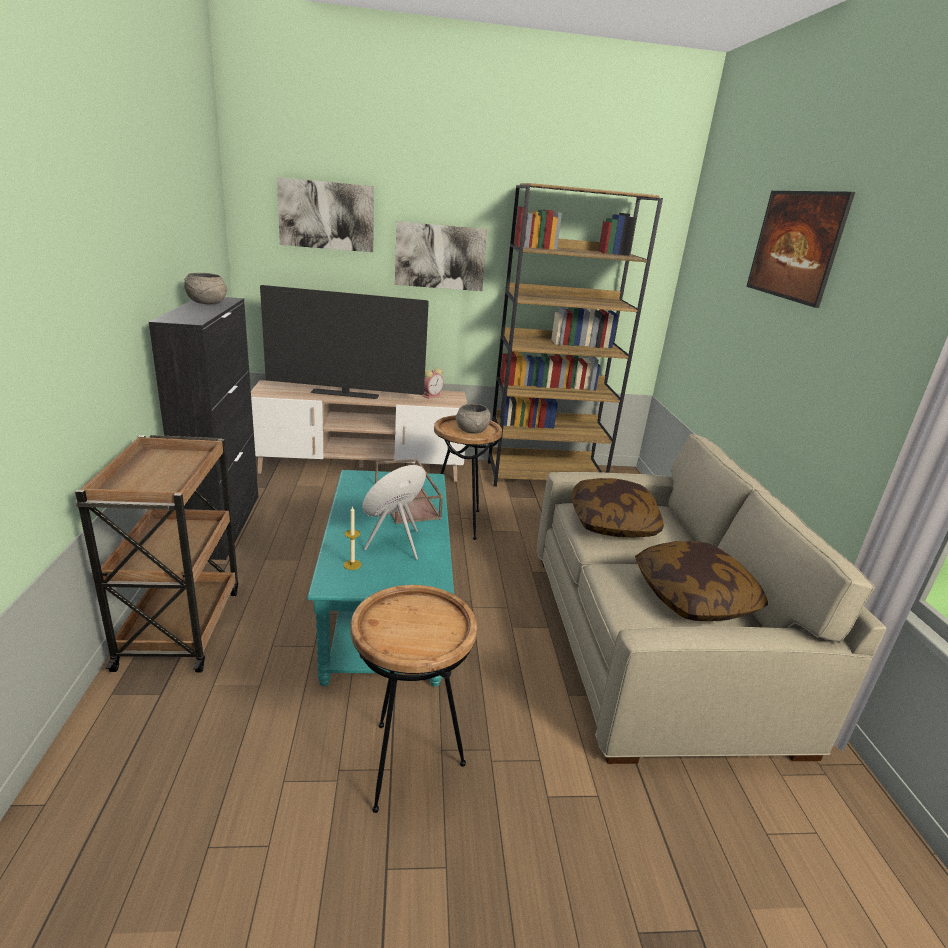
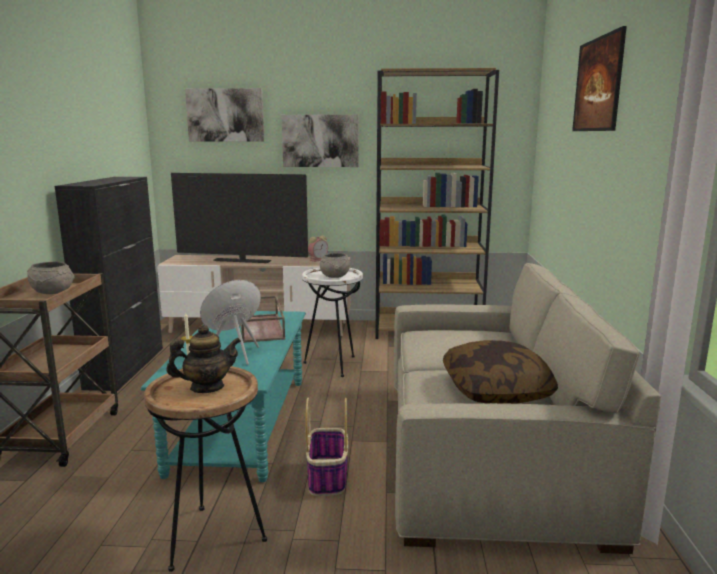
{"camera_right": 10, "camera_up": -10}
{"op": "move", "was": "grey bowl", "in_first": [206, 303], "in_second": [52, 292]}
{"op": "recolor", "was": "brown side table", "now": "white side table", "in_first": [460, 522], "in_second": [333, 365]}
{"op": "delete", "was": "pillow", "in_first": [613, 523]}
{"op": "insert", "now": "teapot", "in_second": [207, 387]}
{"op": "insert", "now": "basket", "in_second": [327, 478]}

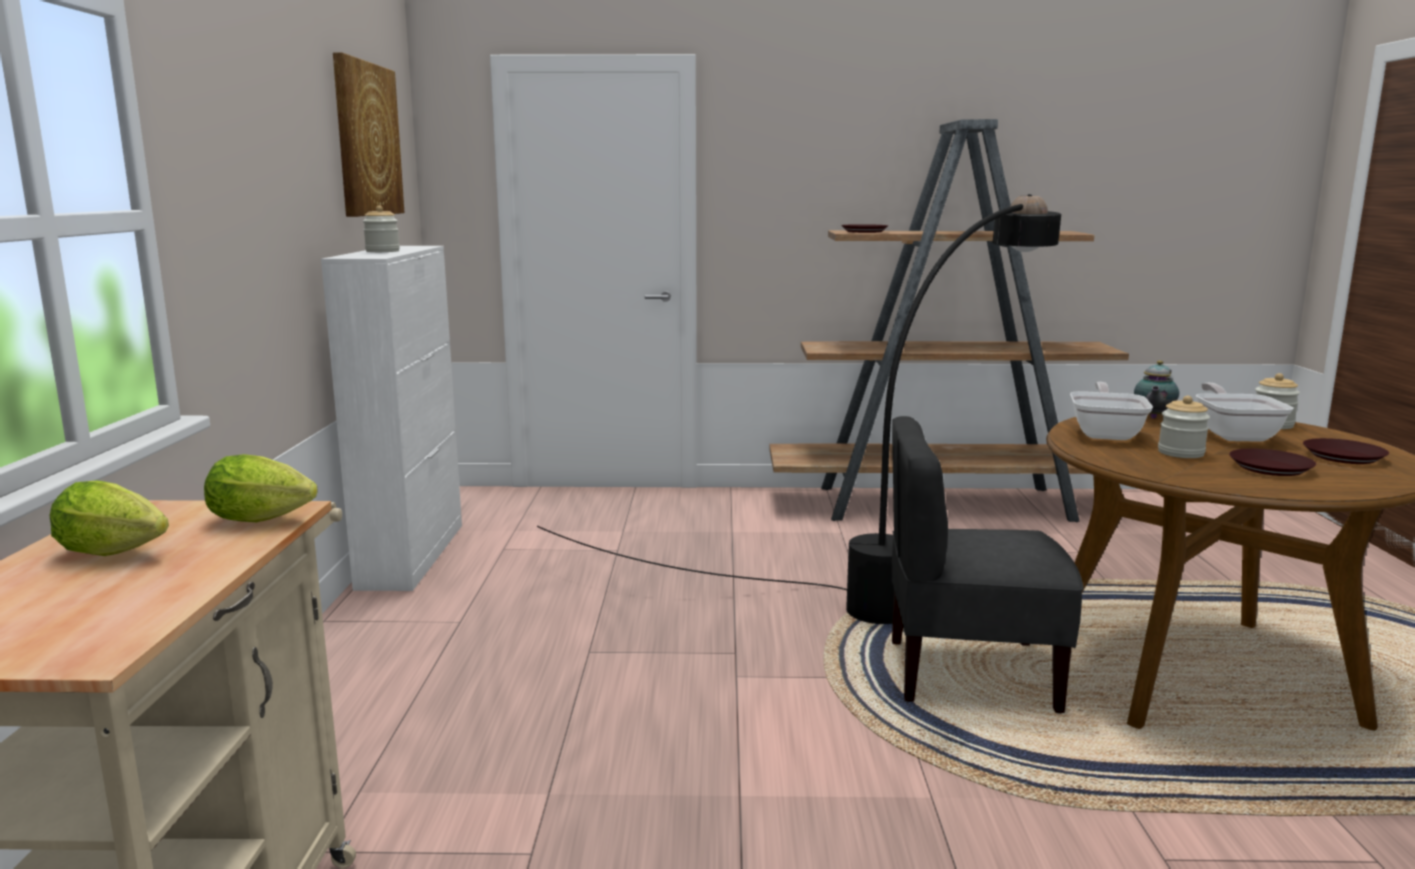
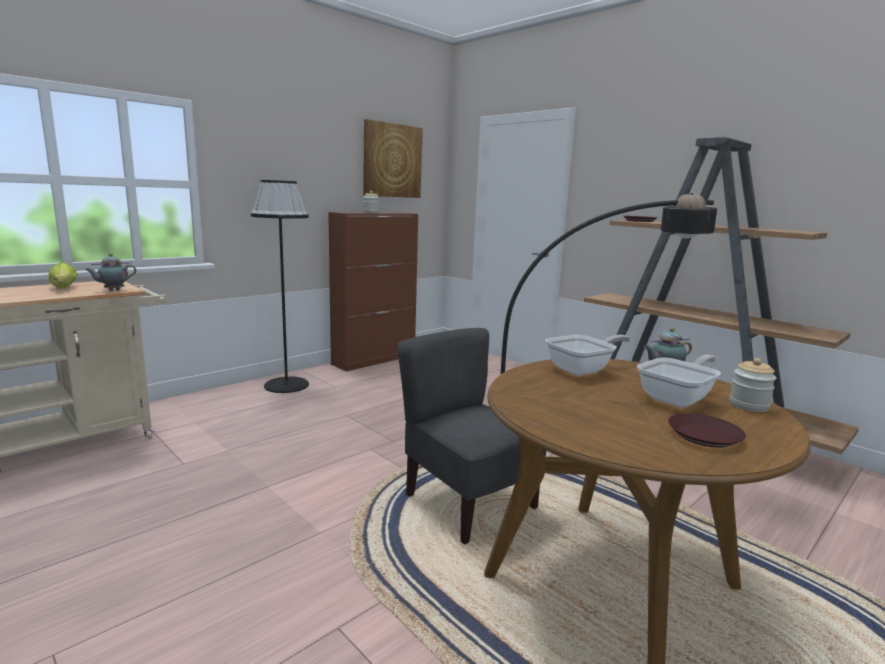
{"camera_right": 45, "camera_up": 0}
{"op": "replace", "was": "lettuce", "now": "teapot", "in_first": [267, 520], "in_second": [113, 290]}
{"op": "recolor", "was": "white cabinet", "now": "brown cabinet", "in_first": [412, 555], "in_second": [374, 359]}
{"op": "delete", "was": "jar", "in_first": [1180, 453]}
{"op": "delete", "was": "brown plate", "in_first": [1269, 468]}
{"op": "insert", "now": "black floor lamp", "in_second": [286, 385]}

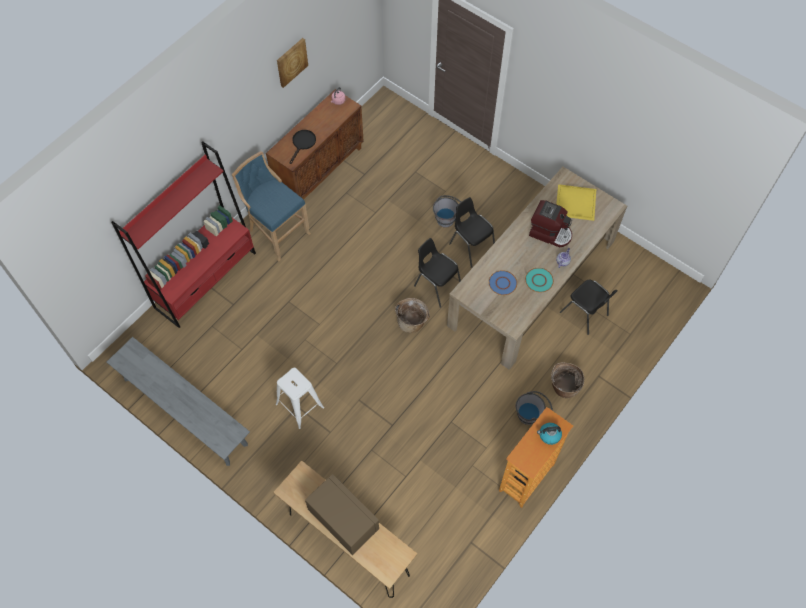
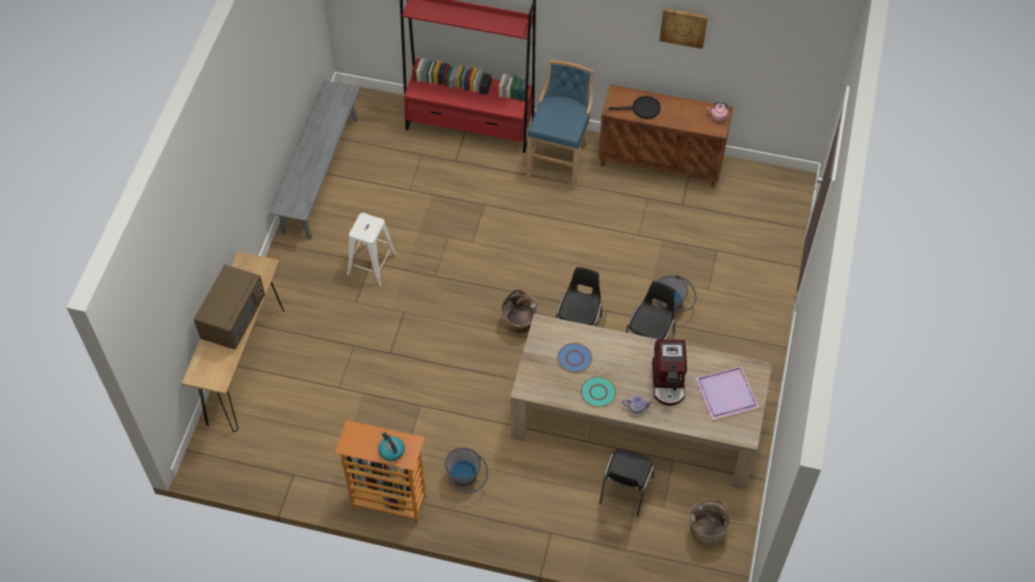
{"camera_right": 65, "camera_up": -5}
{"op": "move", "was": "basket", "in_first": [563, 387], "in_second": [706, 530]}
{"op": "recolor", "was": "yellow tray", "now": "purple tray", "in_first": [576, 204], "in_second": [726, 395]}

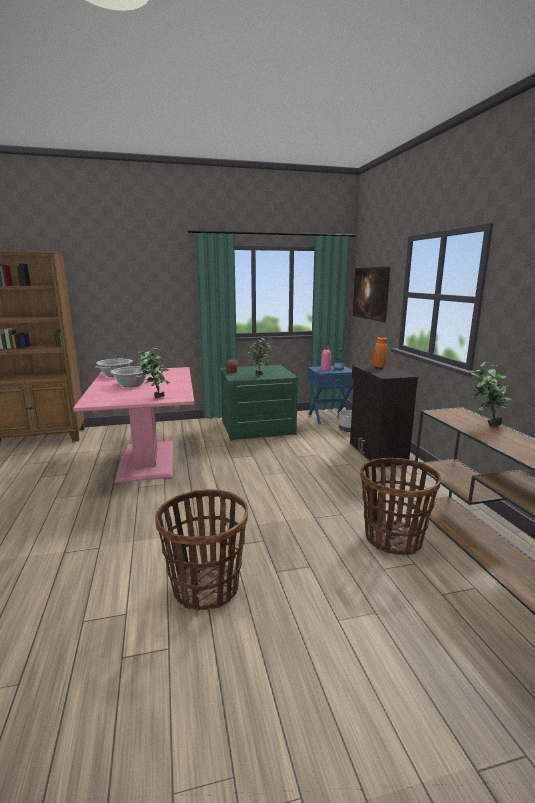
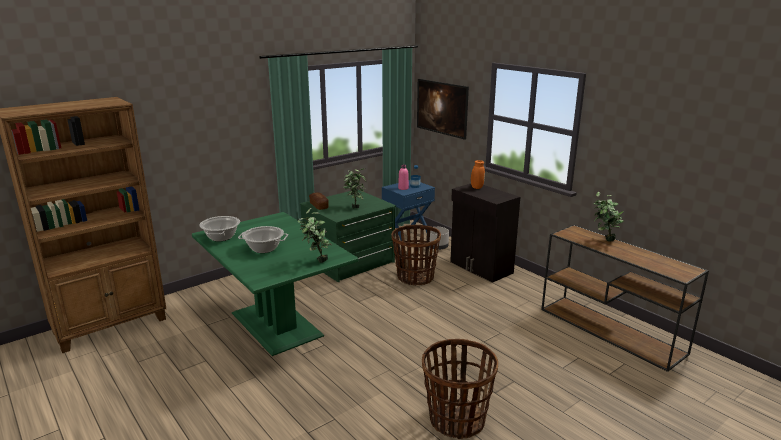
{"camera_right": -25, "camera_up": 5}
{"op": "recolor", "was": "pink dining table", "now": "green dining table", "in_first": [148, 460], "in_second": [277, 323]}
{"op": "move", "was": "basket", "in_first": [392, 539], "in_second": [415, 277]}

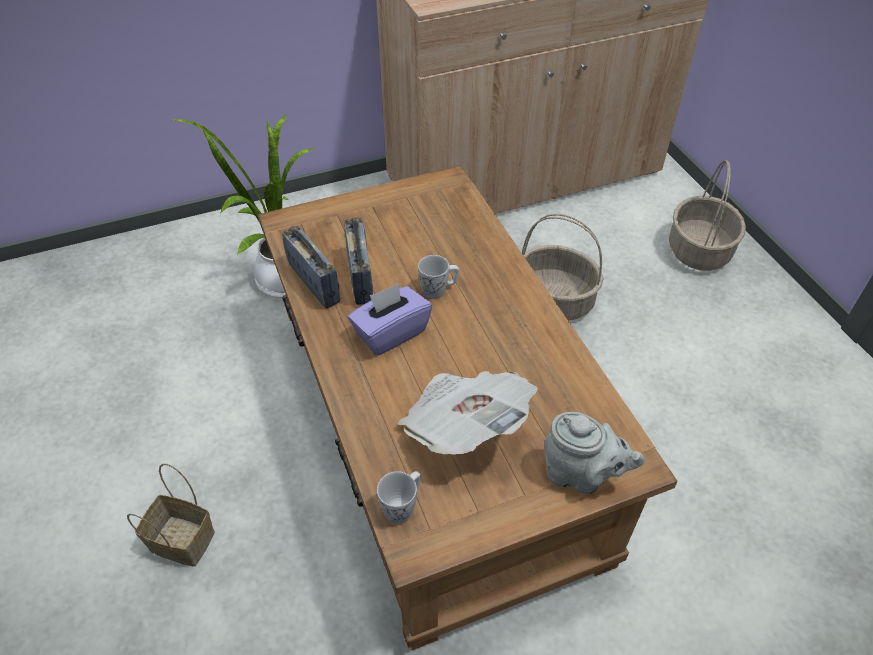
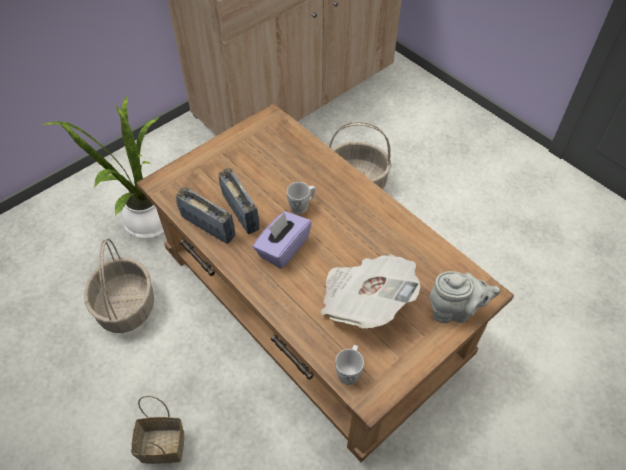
{"camera_right": -20, "camera_up": 5}
{"op": "move", "was": "basket", "in_first": [698, 250], "in_second": [126, 306]}

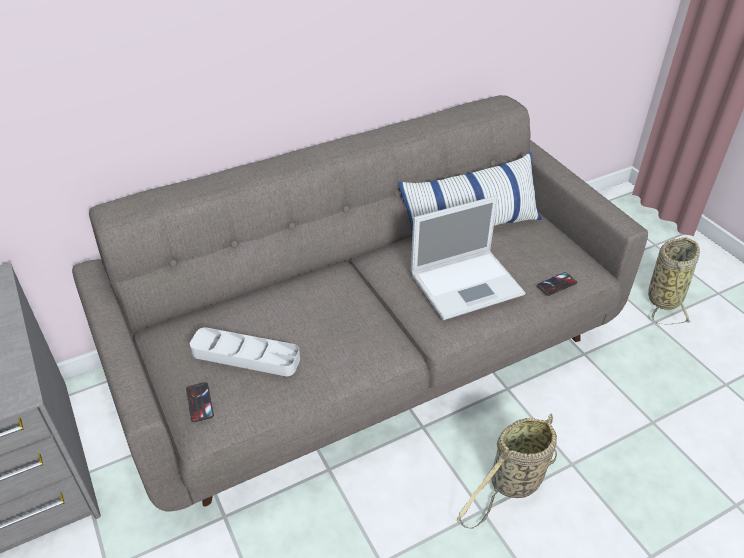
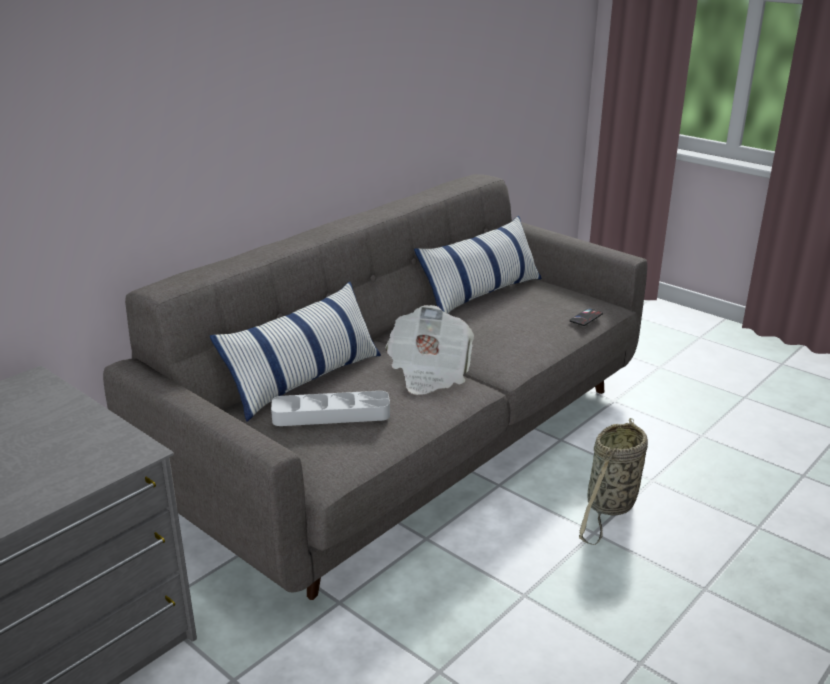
{"camera_right": -20, "camera_up": -15}
{"op": "delete", "was": "phone", "in_first": [199, 402]}
{"op": "delete", "was": "laptop", "in_first": [468, 283]}
{"op": "delete", "was": "basket", "in_first": [664, 297]}
{"op": "insert", "now": "pillow", "in_second": [304, 380]}
{"op": "insert", "now": "newspaper", "in_second": [429, 372]}

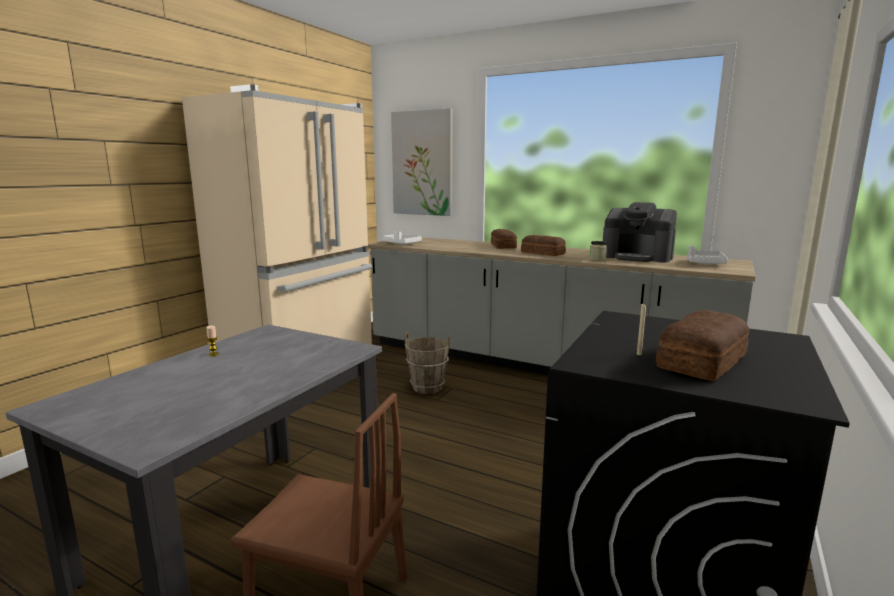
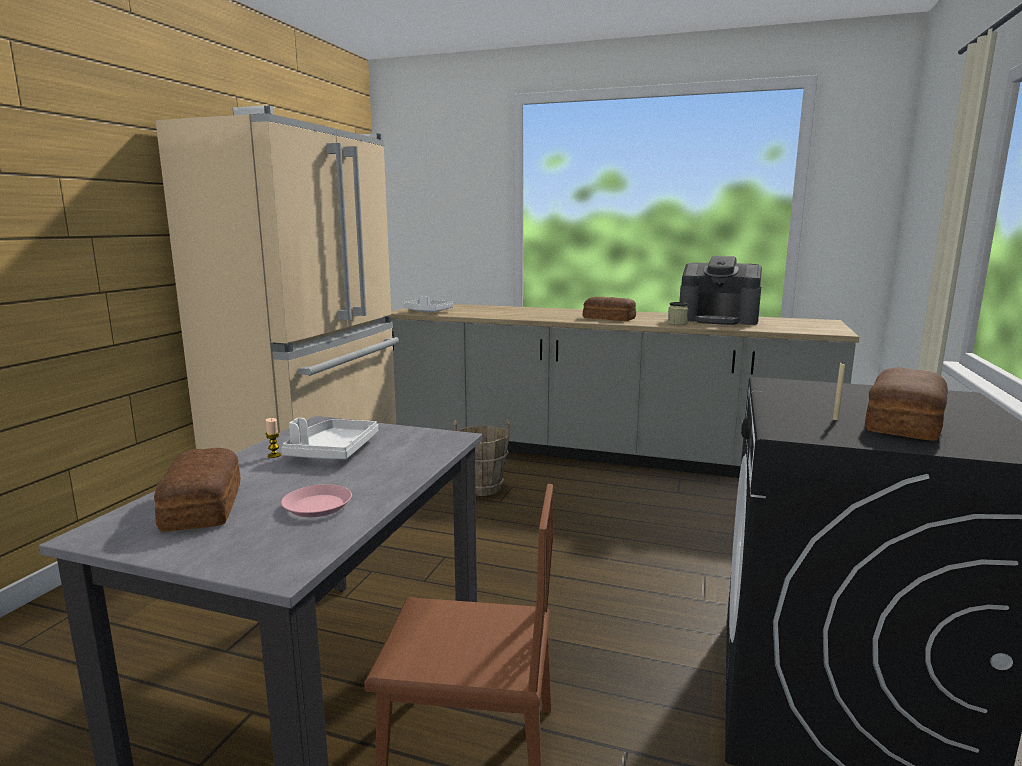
{"camera_right": -10, "camera_up": 0}
{"op": "delete", "was": "picture", "in_first": [422, 163]}
{"op": "move", "was": "bread", "in_first": [502, 246], "in_second": [200, 507]}
{"op": "move", "was": "white tray", "in_first": [704, 263], "in_second": [333, 451]}
{"op": "insert", "now": "pink plate", "in_second": [317, 506]}

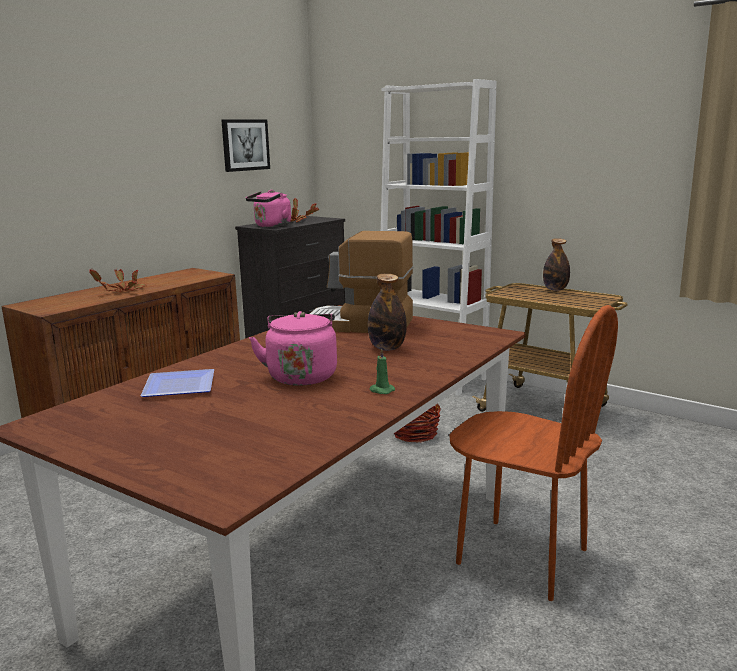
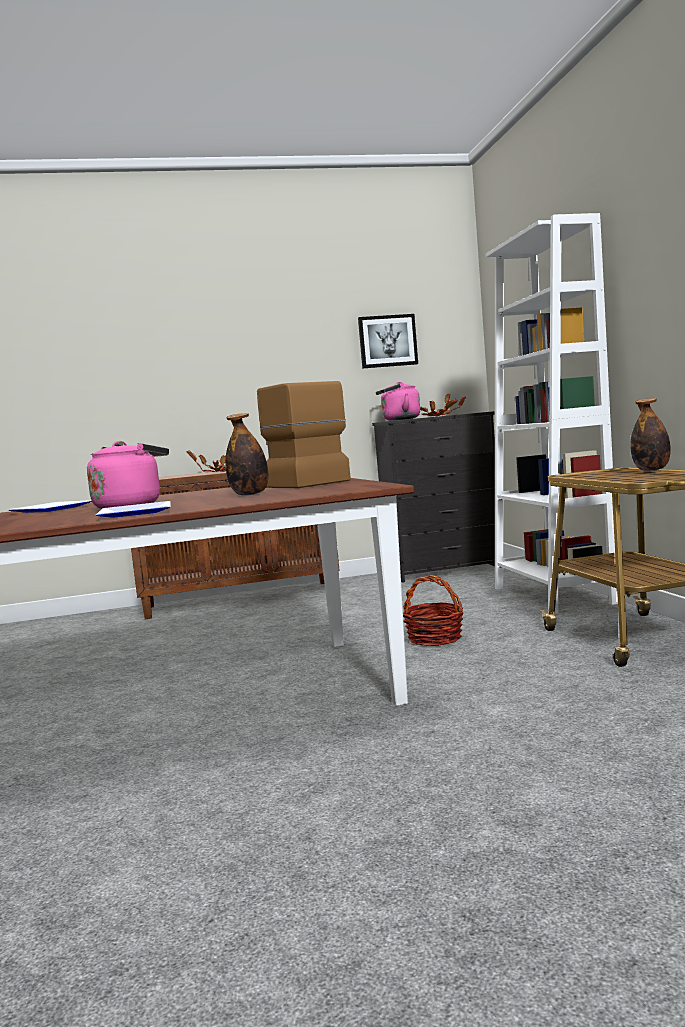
{"camera_right": 40, "camera_up": -10}
{"op": "replace", "was": "green candle", "now": "plate", "in_first": [381, 390], "in_second": [138, 512]}
{"op": "delete", "was": "brown chair", "in_first": [521, 557]}

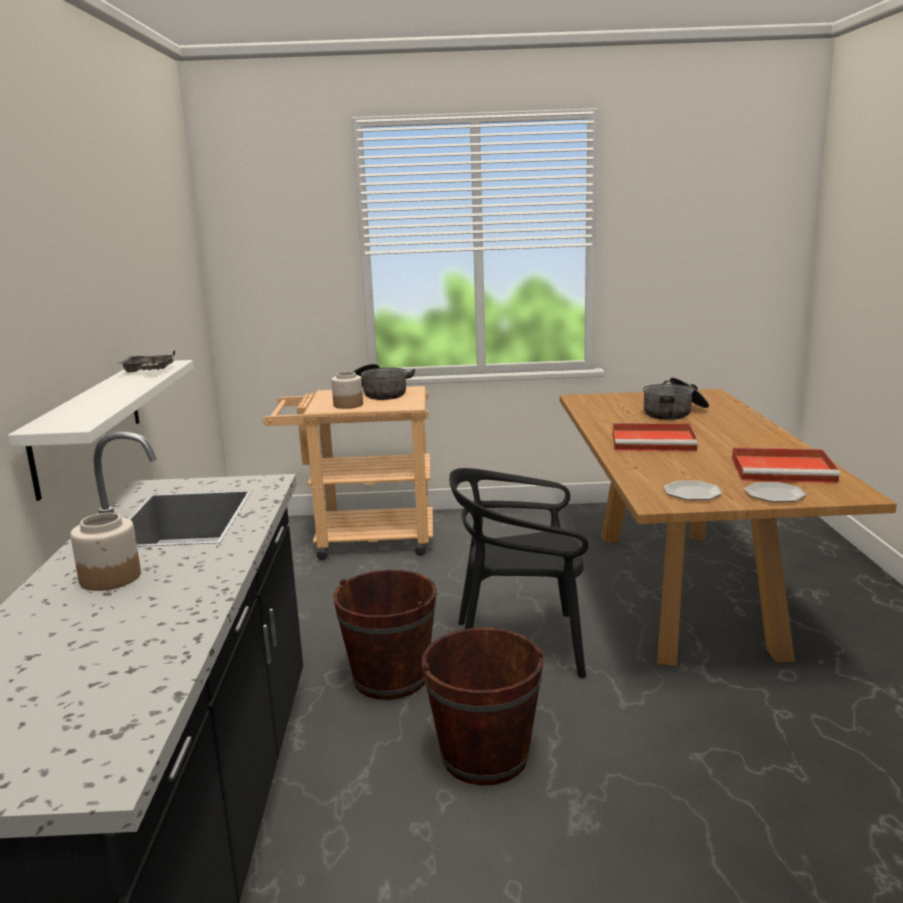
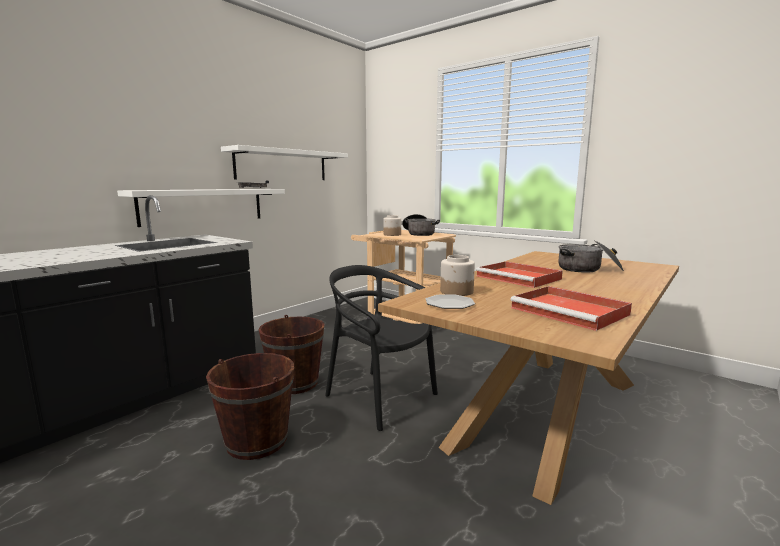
{"camera_right": 40, "camera_up": -5}
{"op": "move", "was": "jar", "in_first": [111, 578], "in_second": [457, 292]}
{"op": "delete", "was": "plate", "in_first": [775, 495]}
{"op": "insert", "now": "white shelf", "in_second": [282, 165]}

